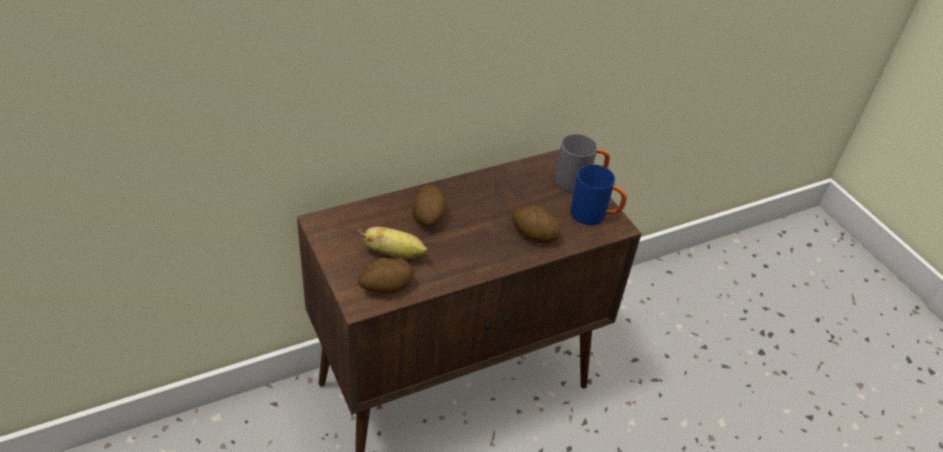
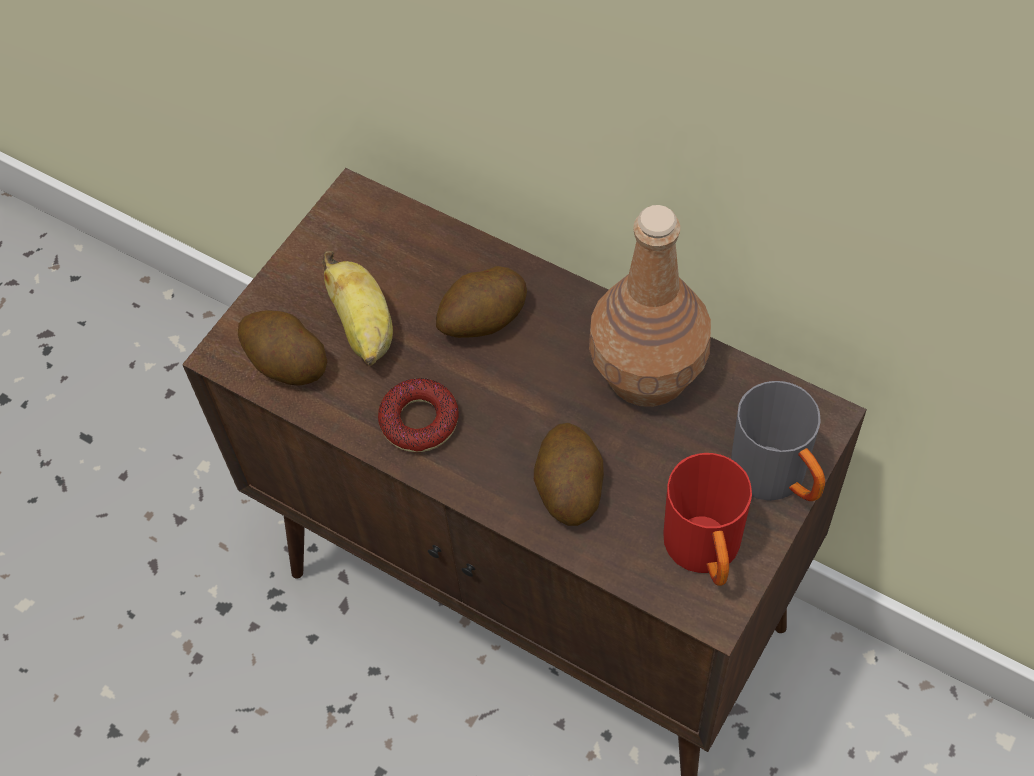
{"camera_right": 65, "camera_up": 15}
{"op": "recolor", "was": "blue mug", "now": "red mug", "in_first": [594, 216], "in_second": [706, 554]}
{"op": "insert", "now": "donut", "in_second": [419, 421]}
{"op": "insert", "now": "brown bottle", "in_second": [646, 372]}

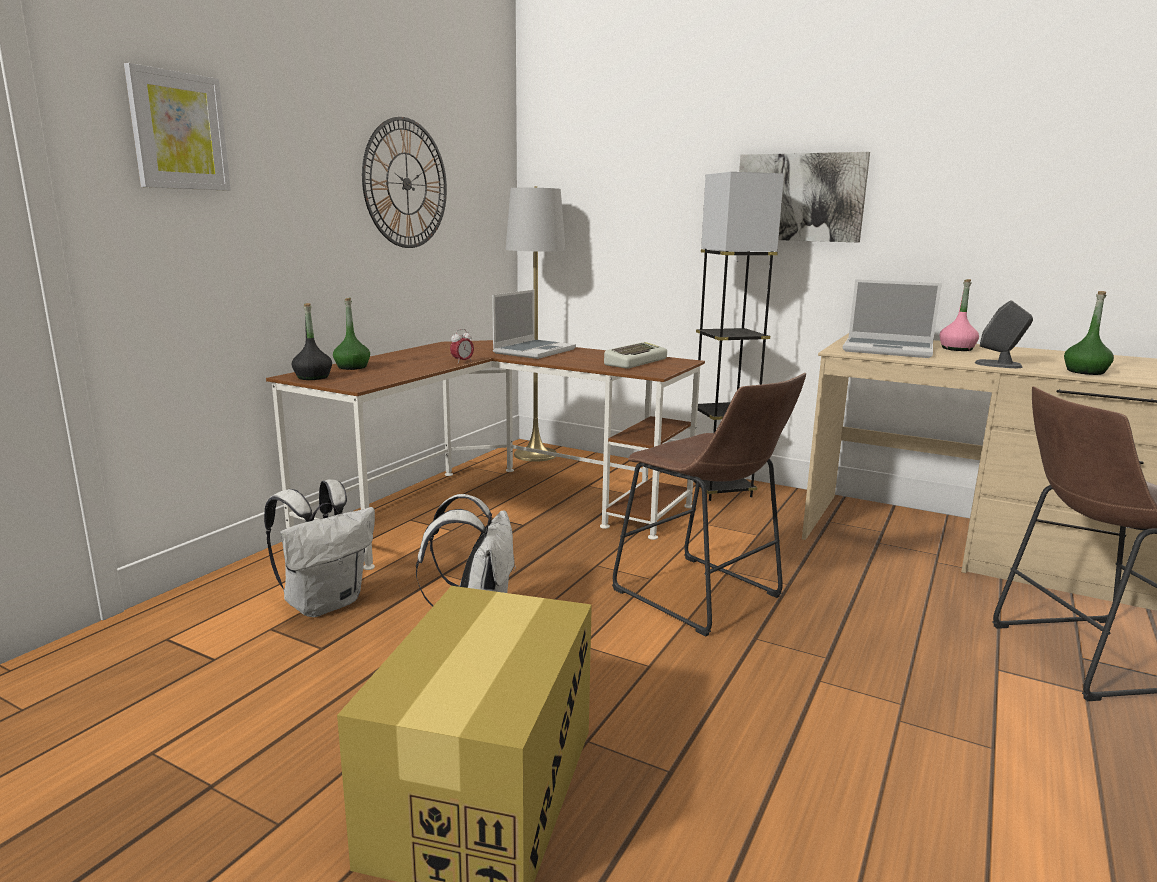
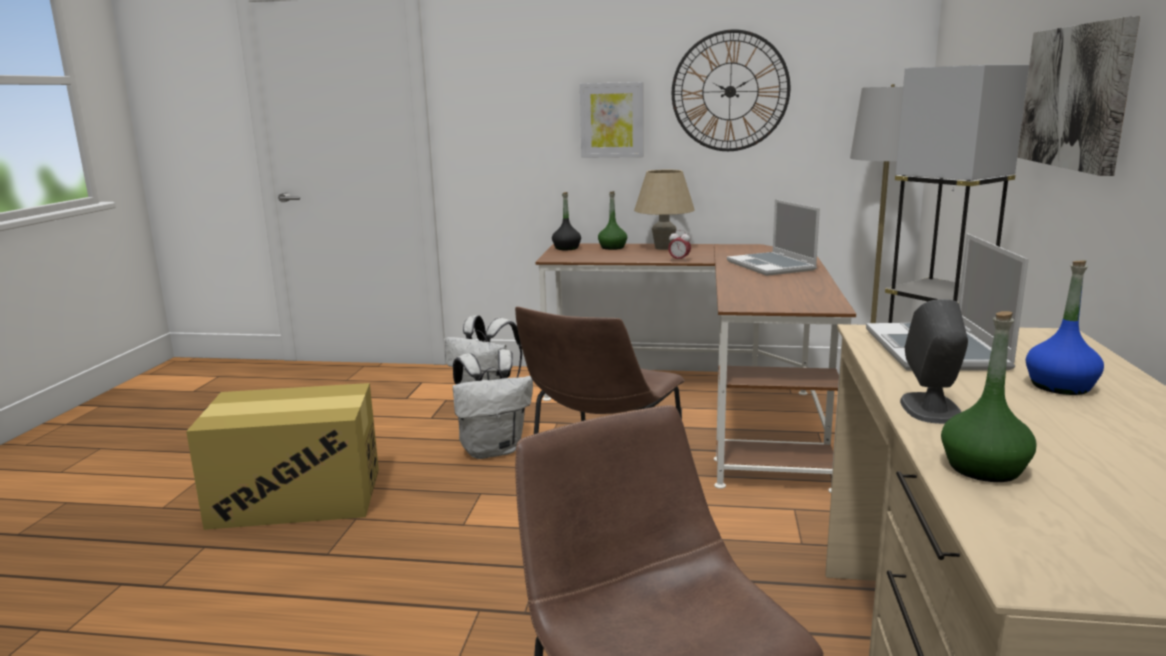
{"camera_right": 70, "camera_up": 0}
{"op": "move", "was": "picture", "in_first": [178, 131], "in_second": [612, 120]}
{"op": "rotate", "was": "laptop", "in_first": [534, 351], "in_second": [772, 266], "clockwise": 60}
{"op": "delete", "was": "keyboard", "in_first": [634, 361]}
{"op": "recolor", "was": "pink bottle", "now": "blue bottle", "in_first": [956, 349], "in_second": [1059, 386]}
{"op": "insert", "now": "beige table lamp", "in_second": [664, 248]}

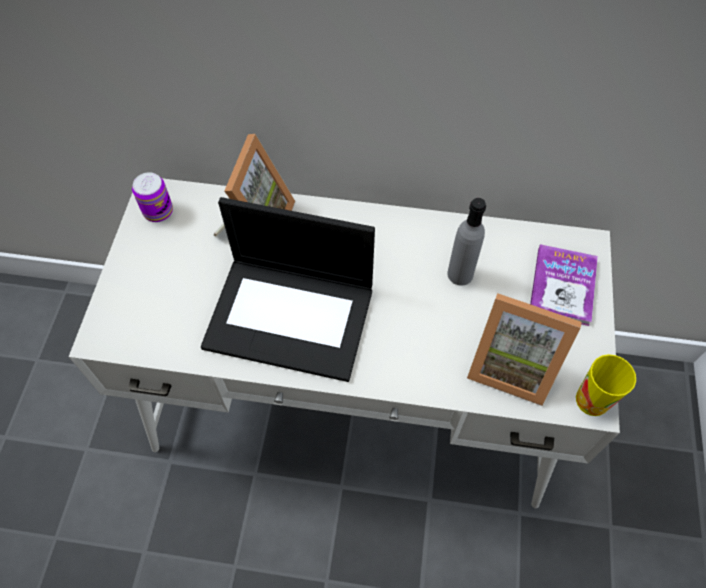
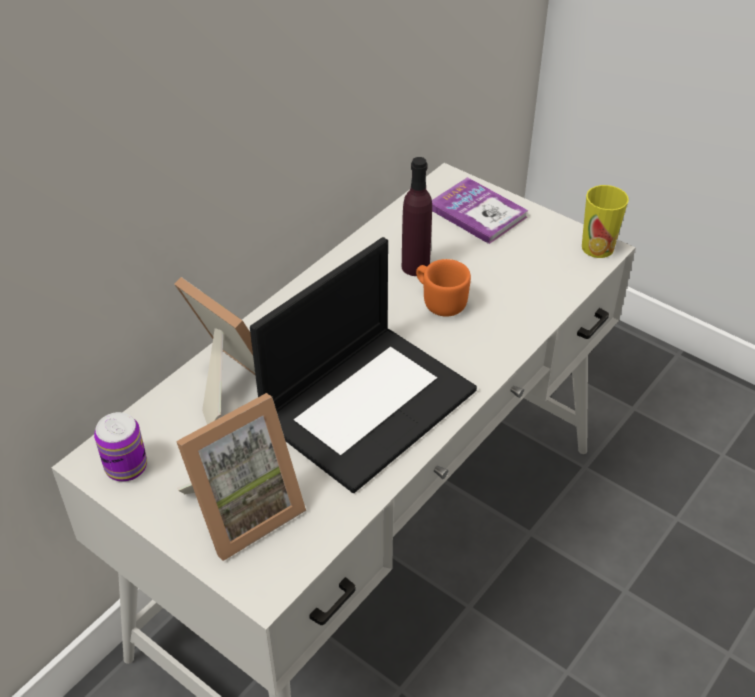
{"camera_right": -60, "camera_up": -15}
{"op": "recolor", "was": "grey bottle", "now": "purple bottle", "in_first": [460, 274], "in_second": [415, 266]}
{"op": "move", "was": "picture frame", "in_first": [512, 364], "in_second": [242, 510]}
{"op": "insert", "now": "orange mug", "in_second": [440, 301]}

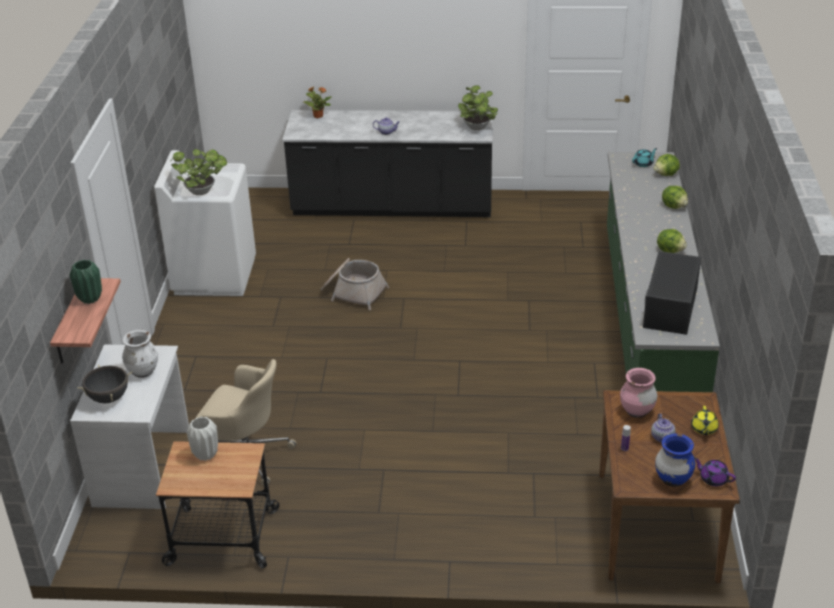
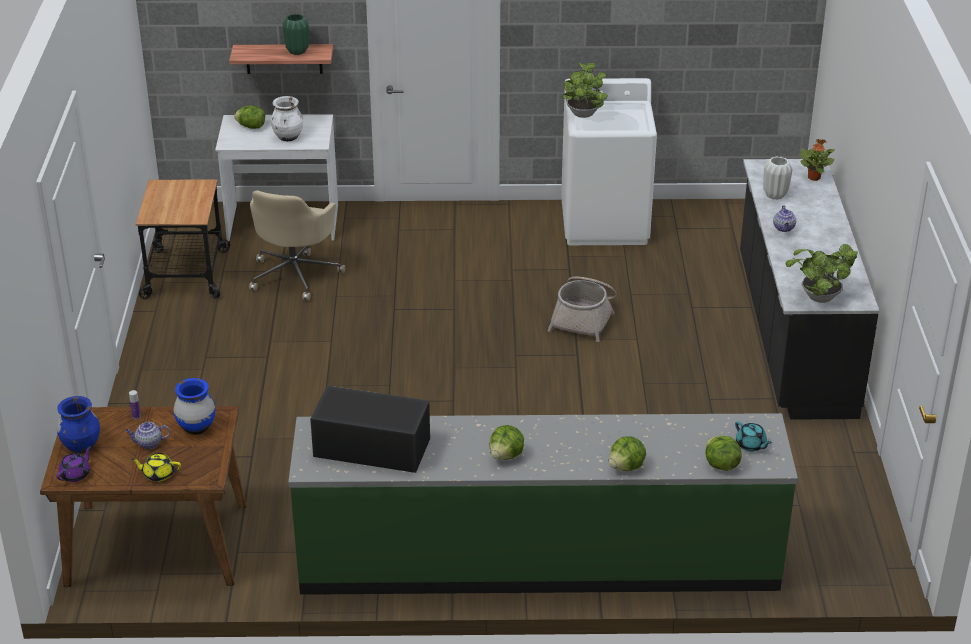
{"camera_right": 85, "camera_up": 0}
{"op": "replace", "was": "black cooking pot", "now": "lettuce", "in_first": [109, 398], "in_second": [251, 127]}
{"op": "move", "was": "white vase", "in_first": [205, 454], "in_second": [775, 195]}
{"op": "recolor", "was": "pink vase", "now": "blue vase", "in_first": [637, 411], "in_second": [196, 428]}

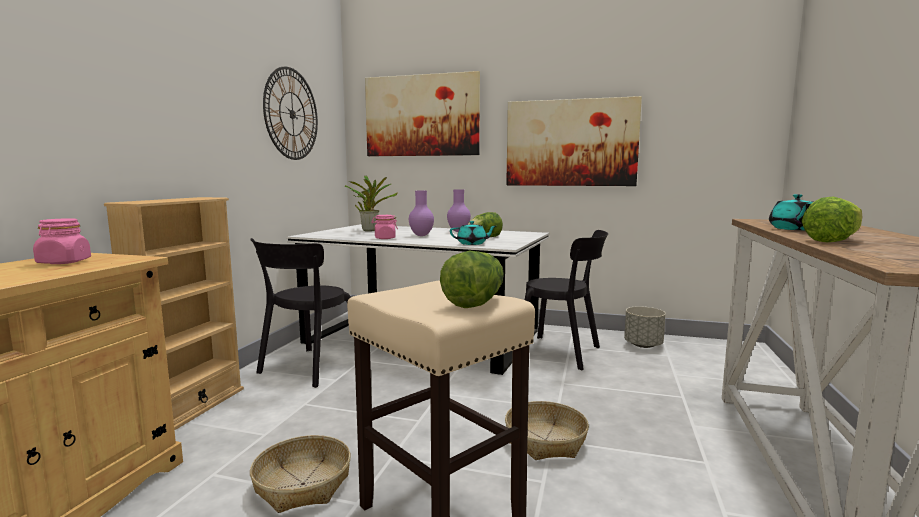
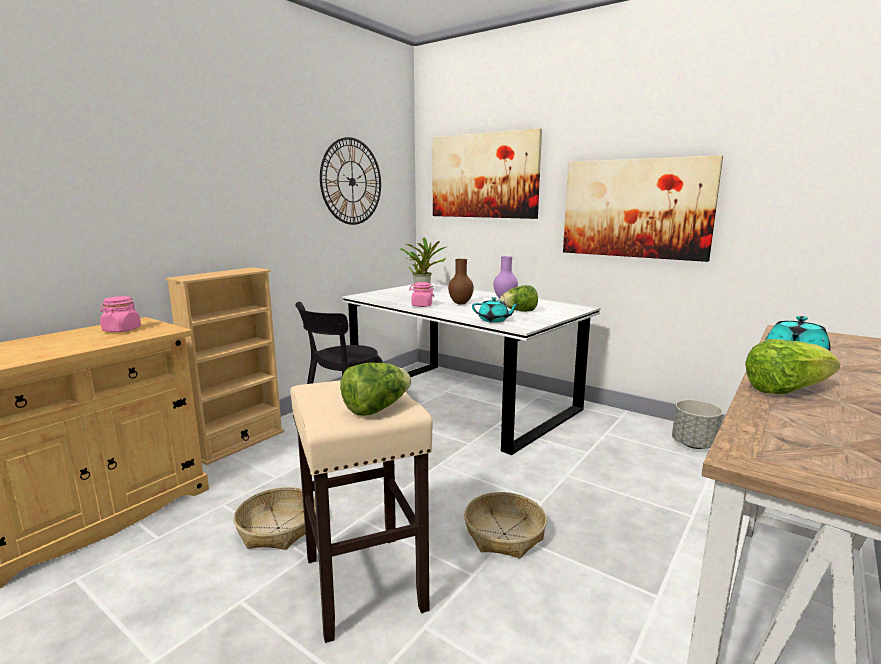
{"camera_right": 20, "camera_up": 5}
{"op": "recolor", "was": "purple vase", "now": "brown vase", "in_first": [421, 235], "in_second": [461, 303]}
{"op": "delete", "was": "black chair", "in_first": [563, 353]}

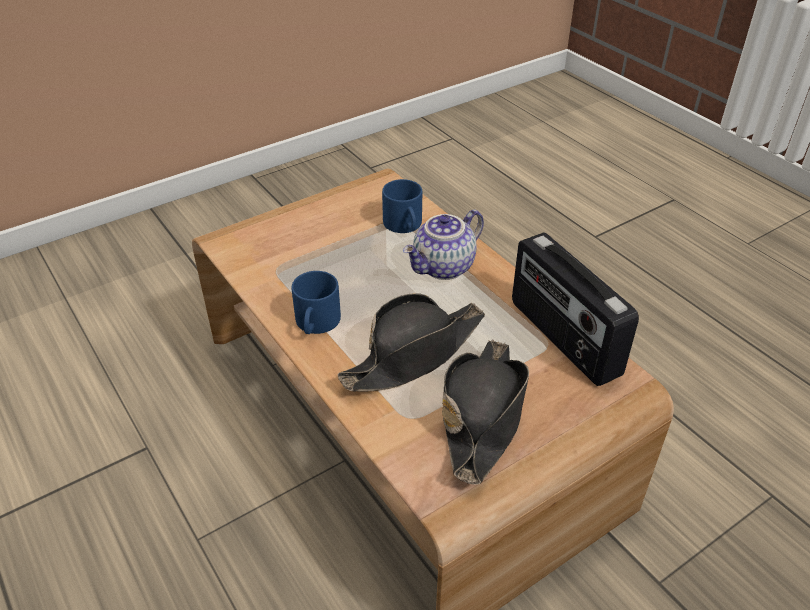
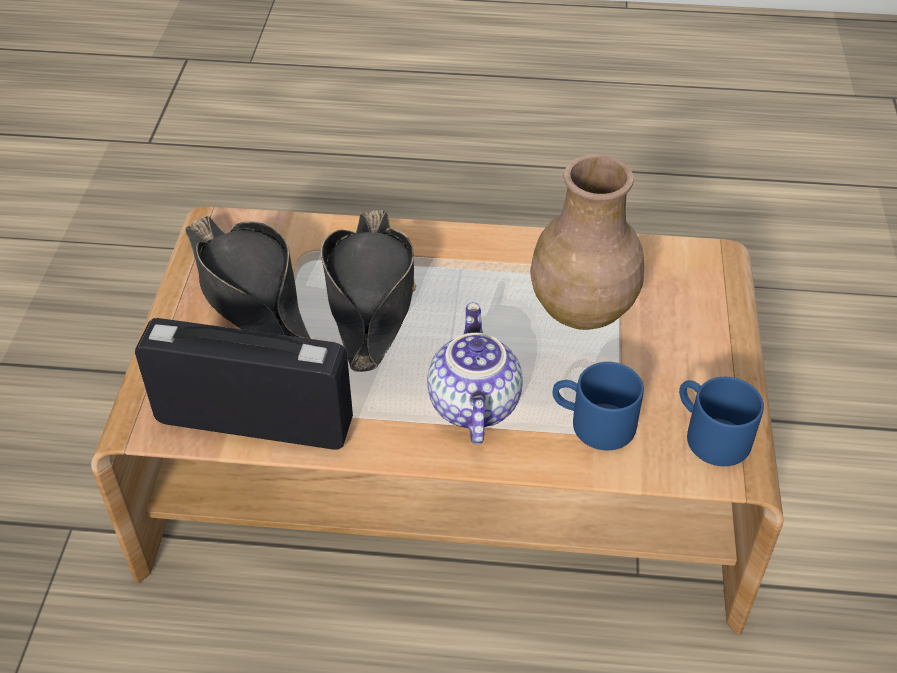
{"camera_right": 130, "camera_up": 5}
{"op": "move", "was": "blue mug", "in_first": [317, 324], "in_second": [708, 434]}
{"op": "insert", "now": "brown vase", "in_second": [582, 311]}

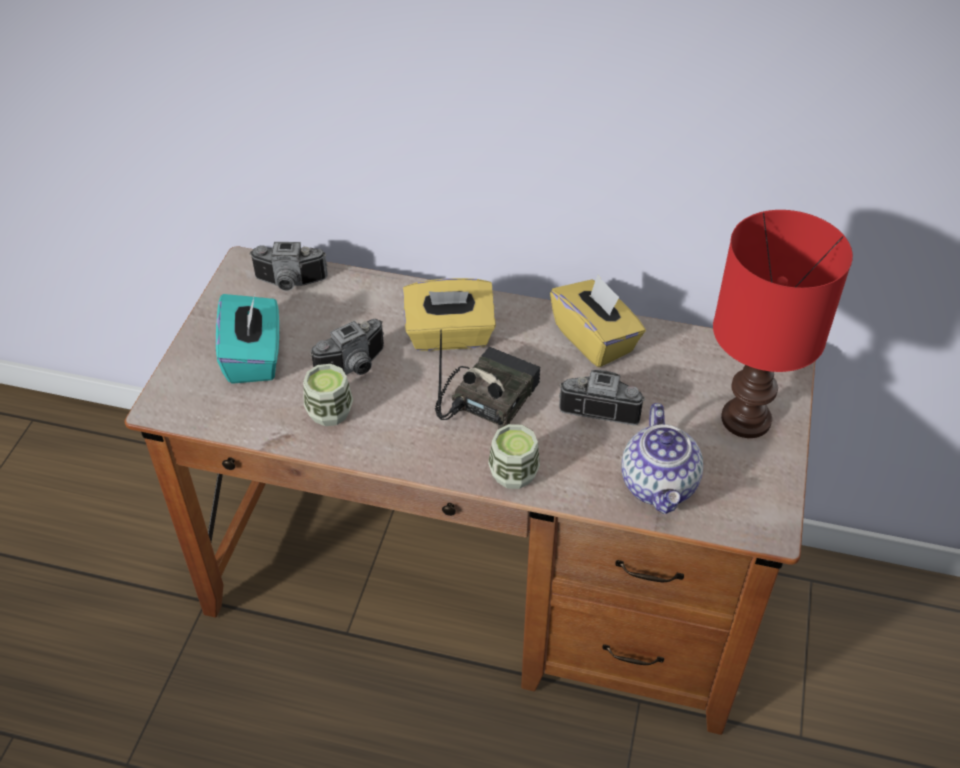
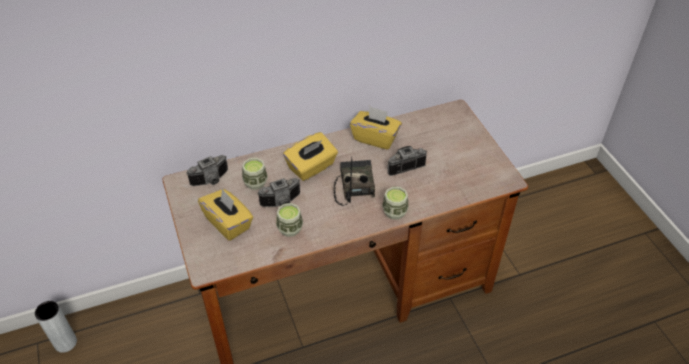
{"camera_right": -35, "camera_up": 0}
{"op": "recolor", "was": "turquoise tissue box", "now": "yellow tissue box", "in_first": [254, 357], "in_second": [228, 223]}
{"op": "rotate", "was": "photo camera", "in_first": [355, 367], "in_second": [282, 203], "clockwise": 45}
{"op": "delete", "was": "teapot", "in_first": [660, 485]}
{"op": "delete", "was": "red table lamp", "in_first": [746, 421]}
{"op": "insert", "now": "grey vase", "in_second": [65, 342]}
{"op": "insert", "now": "cup", "in_second": [255, 182]}

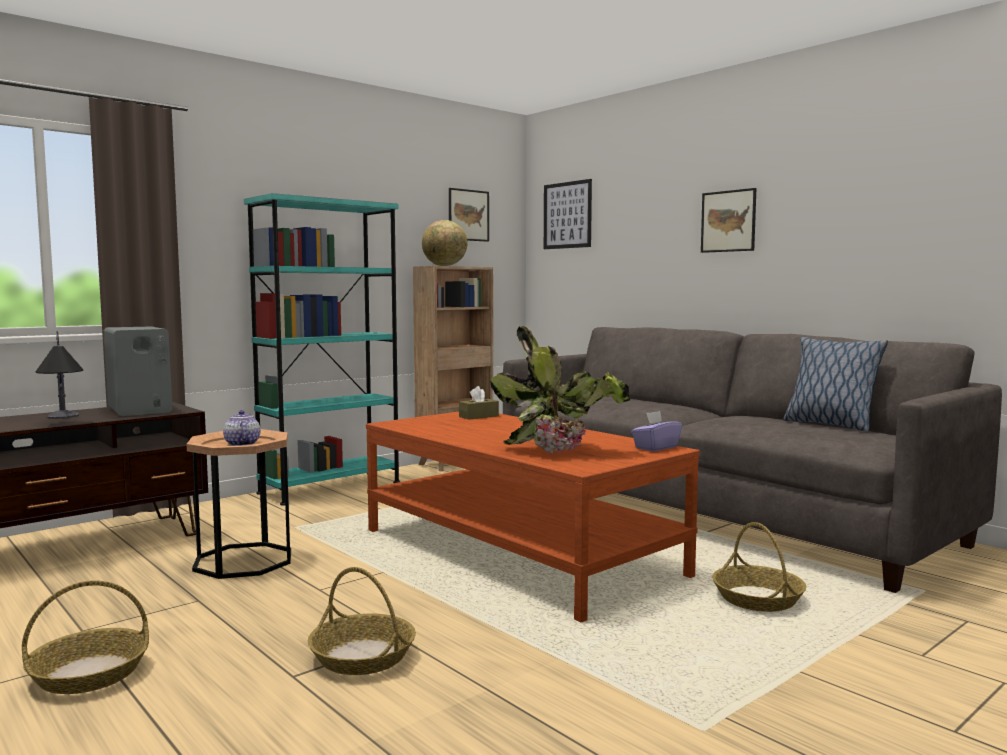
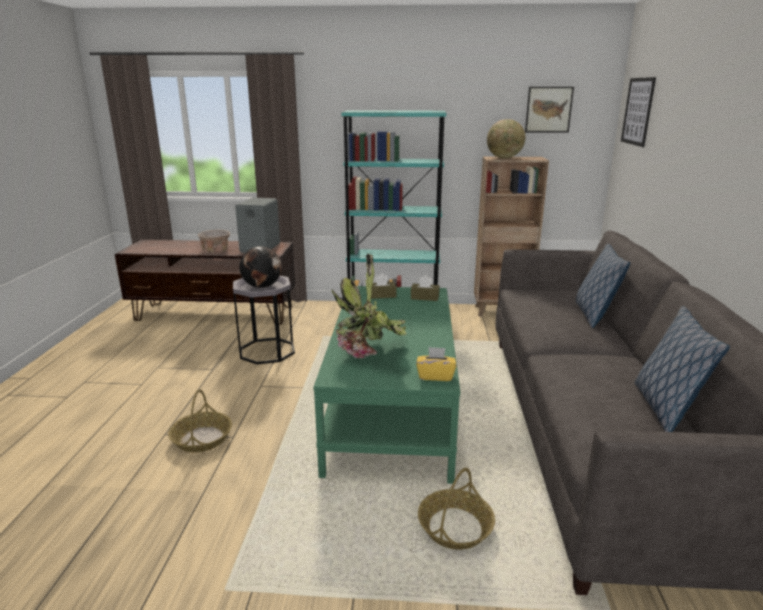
{"camera_right": 45, "camera_up": 15}
{"op": "delete", "was": "basket", "in_first": [88, 674]}
{"op": "replace", "was": "table lamp", "now": "beige bowl", "in_first": [63, 420], "in_second": [216, 250]}
{"op": "recolor", "was": "brown side table", "now": "grey side table", "in_first": [243, 560], "in_second": [267, 351]}
{"op": "replace", "was": "teapot", "now": "globe", "in_first": [241, 444], "in_second": [262, 286]}
{"op": "recolor", "was": "brown coffee table", "now": "green coffee table", "in_first": [518, 552], "in_second": [392, 406]}
{"op": "recolor", "was": "purple tissue box", "now": "yellow tissue box", "in_first": [655, 447], "in_second": [435, 376]}
{"op": "delete", "was": "picture", "in_first": [728, 221]}
{"op": "insert", "now": "brown tissue box", "in_second": [382, 295]}
{"op": "insert", "now": "pillow", "in_second": [594, 315]}

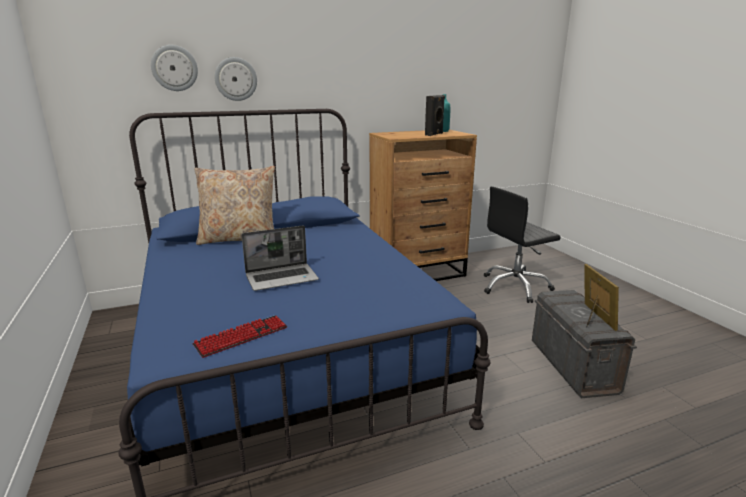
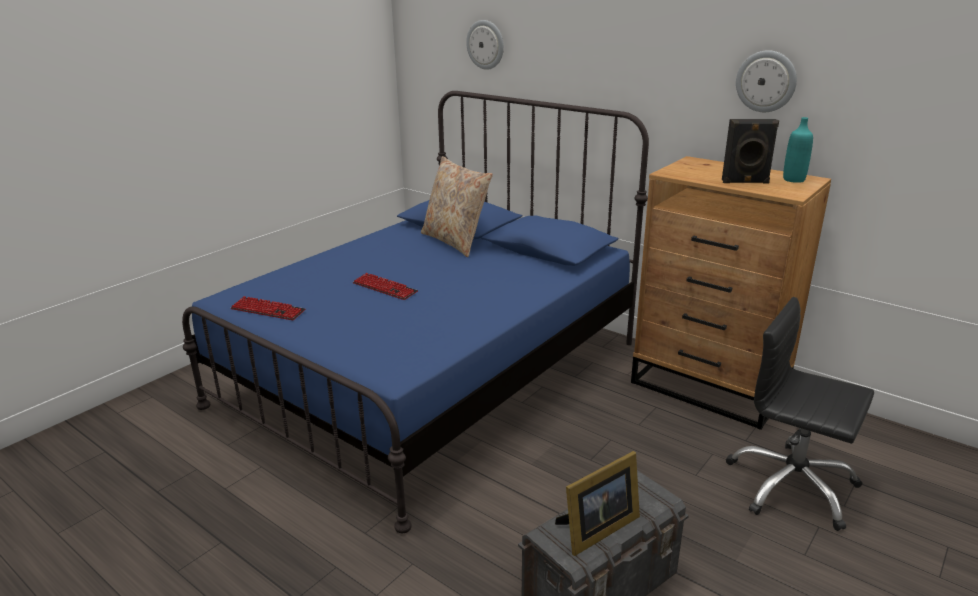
{"camera_right": 60, "camera_up": 5}
{"op": "move", "was": "wall clock", "in_first": [236, 79], "in_second": [766, 81]}
{"op": "replace", "was": "laptop", "now": "keyboard", "in_first": [282, 278], "in_second": [385, 288]}

